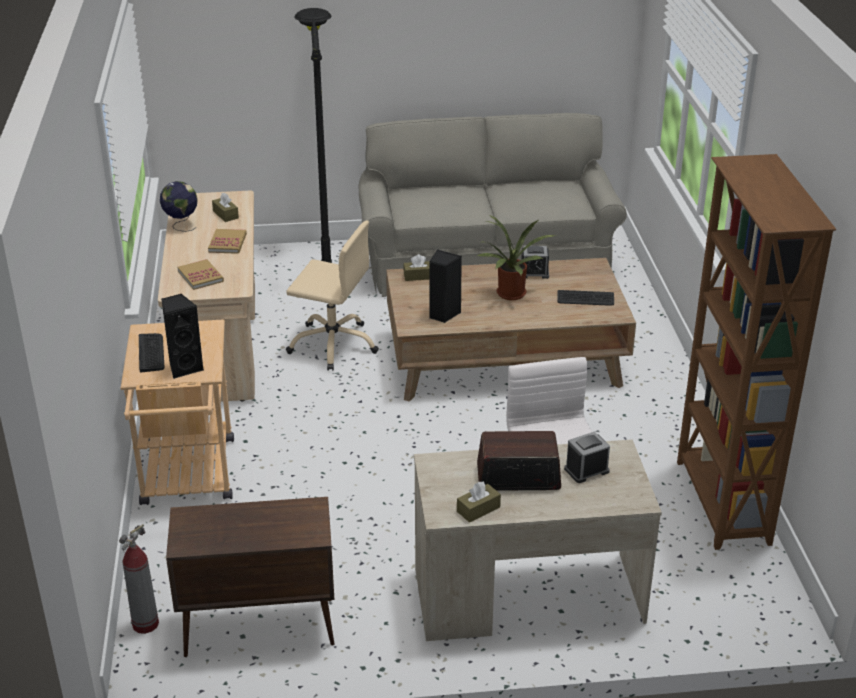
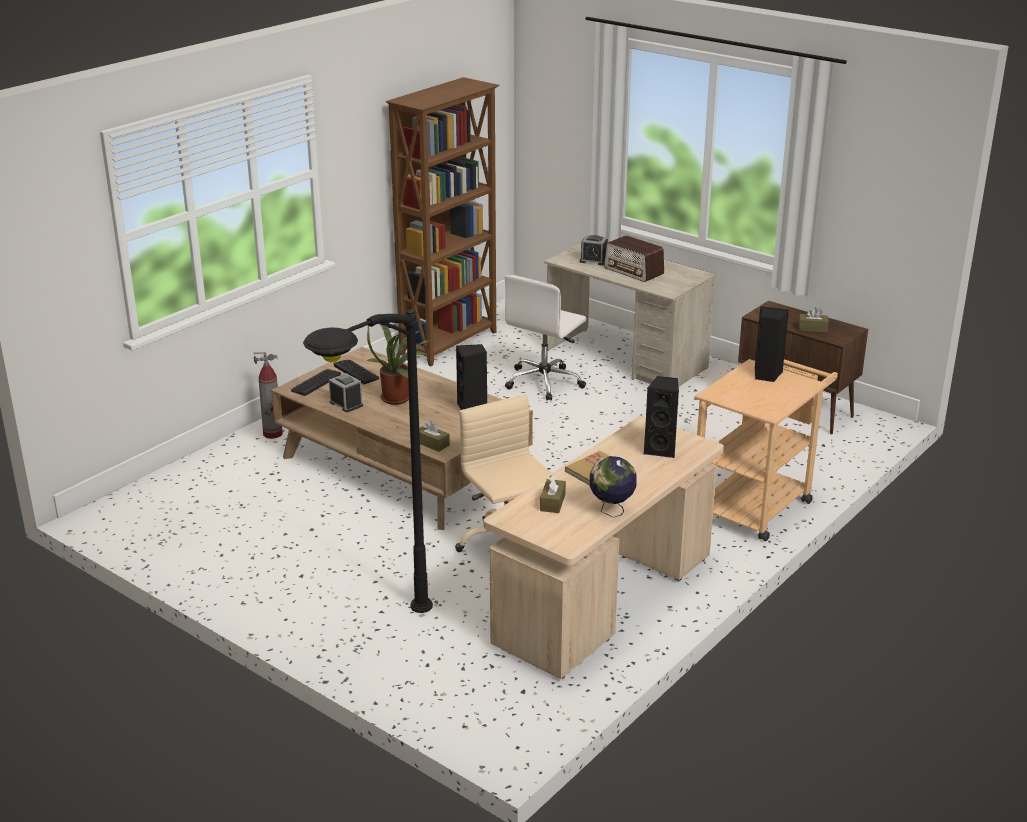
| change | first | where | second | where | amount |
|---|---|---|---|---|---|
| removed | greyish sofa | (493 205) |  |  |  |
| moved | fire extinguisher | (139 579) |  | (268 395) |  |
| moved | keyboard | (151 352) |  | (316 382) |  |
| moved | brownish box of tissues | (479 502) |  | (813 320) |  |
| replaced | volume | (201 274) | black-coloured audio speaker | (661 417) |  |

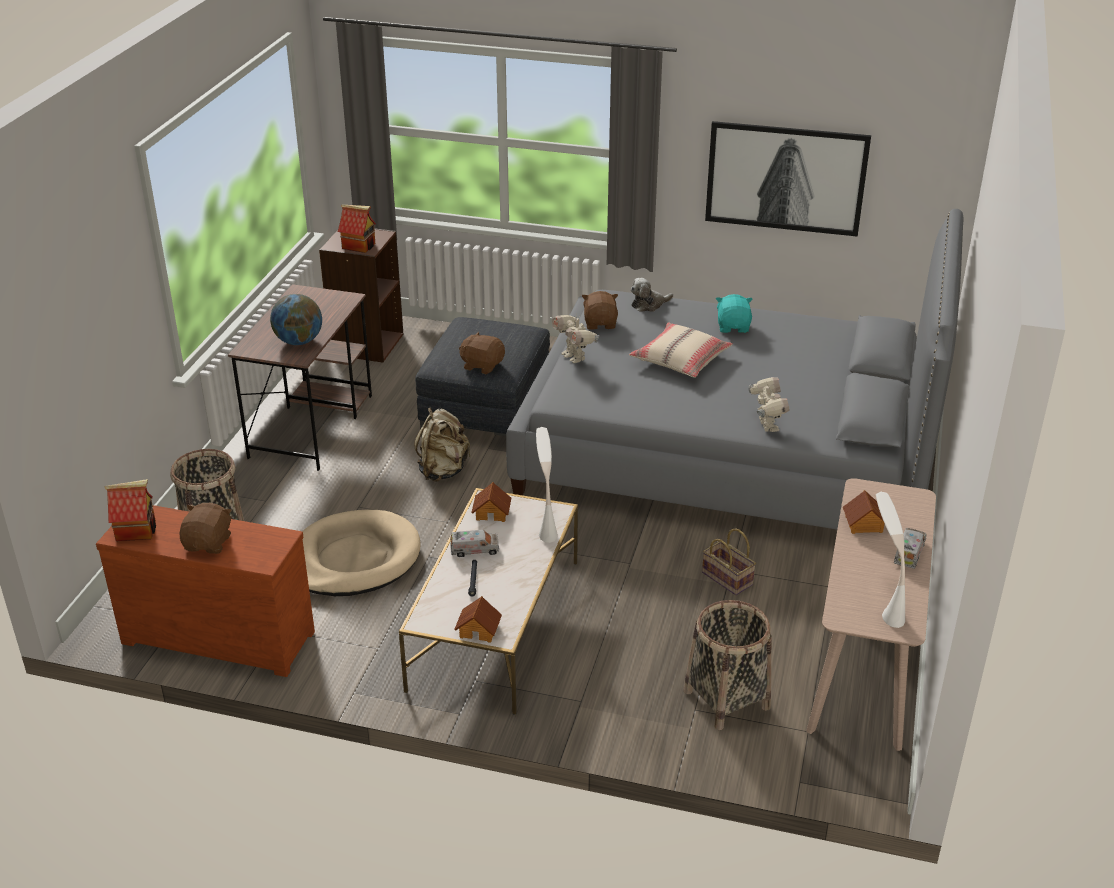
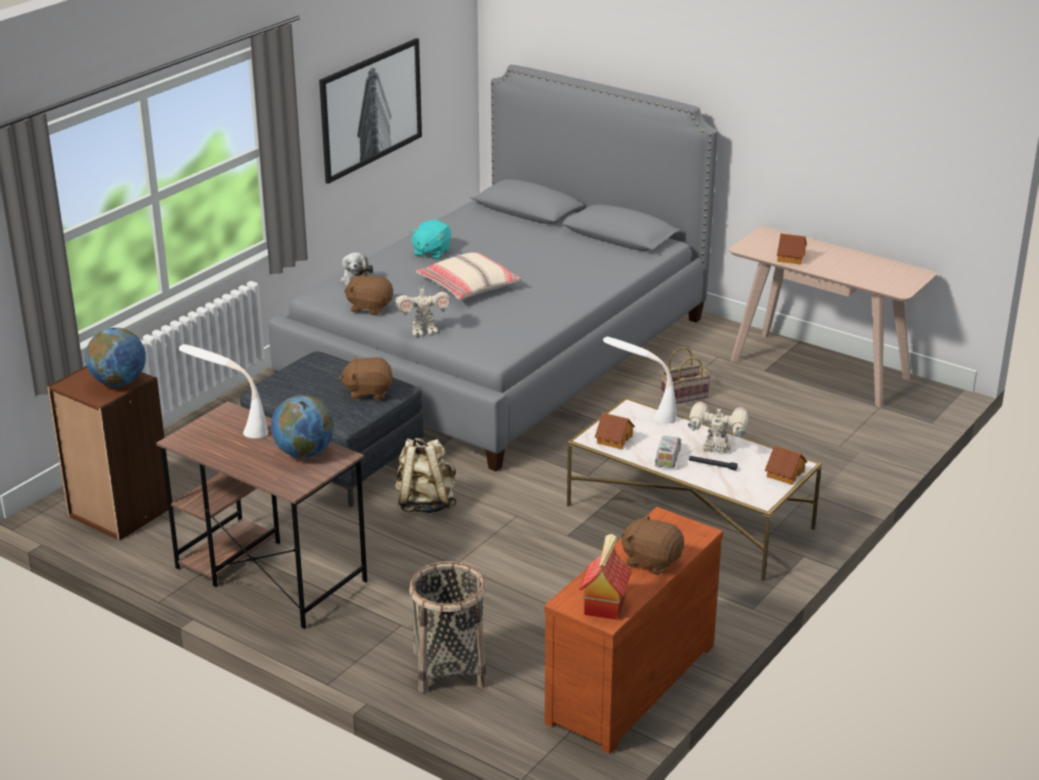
| change | first | where | second | where | amount |
|---|---|---|---|---|---|
| removed | beige-coloured pet bed | (361 553) |  |  |  |
| removed | storage basket | (727 665) |  |  |  |
| removed | toy truck | (910 548) |  |  |  |
| moved | model robot | (769 404) |  | (718 427) |  |
| moved | white-coloured table lamp | (890 560) |  | (223 391) |  |
| replaced | model house | (357 228) | globe | (115 357) |  |
| turned | brownish plush toy | (482 353) |  | (366 378) | 45 degrees clockwise |
| turned | turquoise-coloured plush toy | (734 313) |  | (430 240) | 90 degrees counterclockwise |

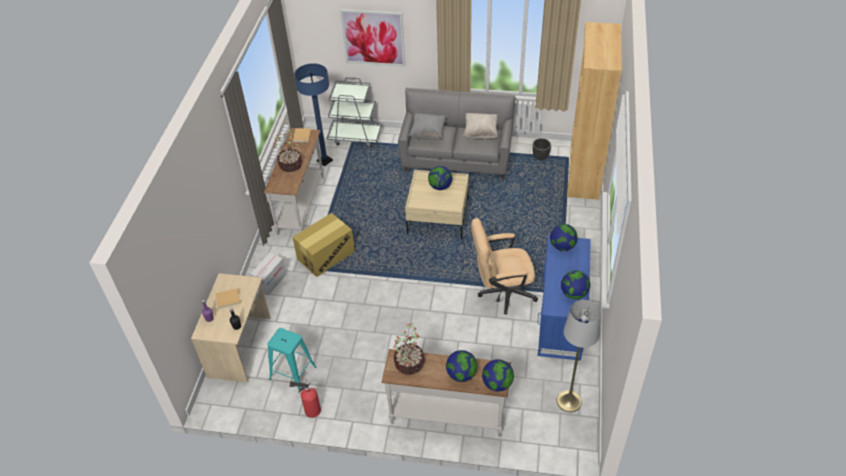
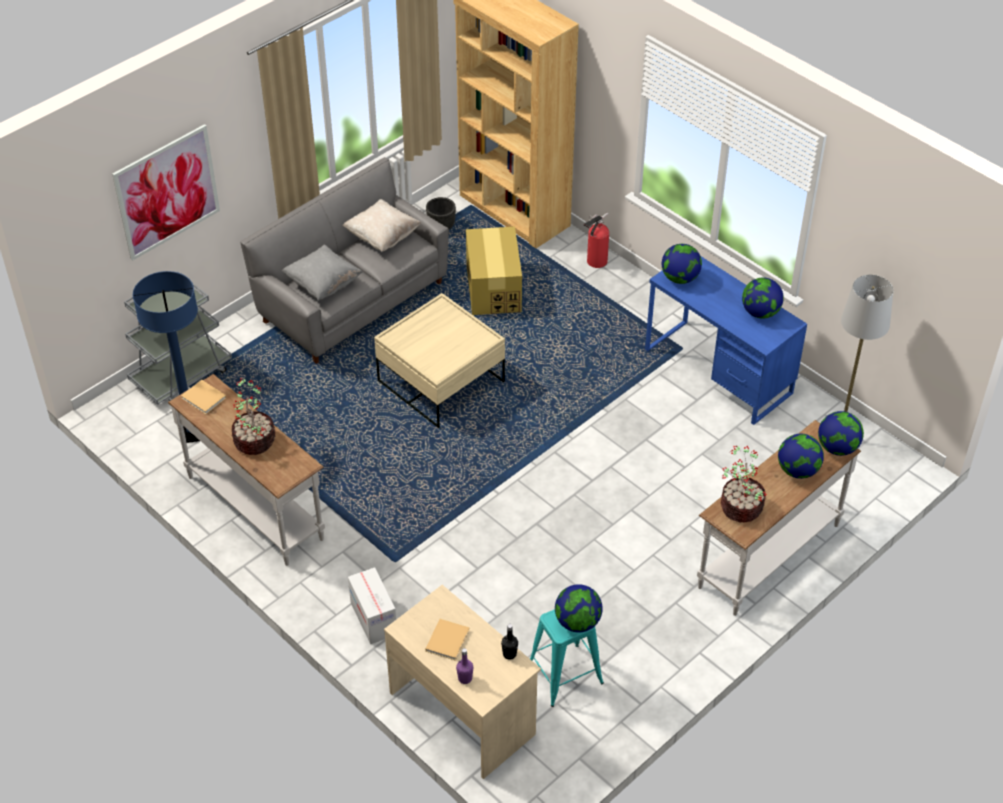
| change | first | where | second | where | amount |
|---|---|---|---|---|---|
| removed | beige-coloured office chair | (504 266) |  |  |  |
| moved | fire extinguisher | (305 399) |  | (596 240) |  |
| moved | carton | (323 245) |  | (494 270) |  |
| moved | globe | (440 178) |  | (579 608) |  |

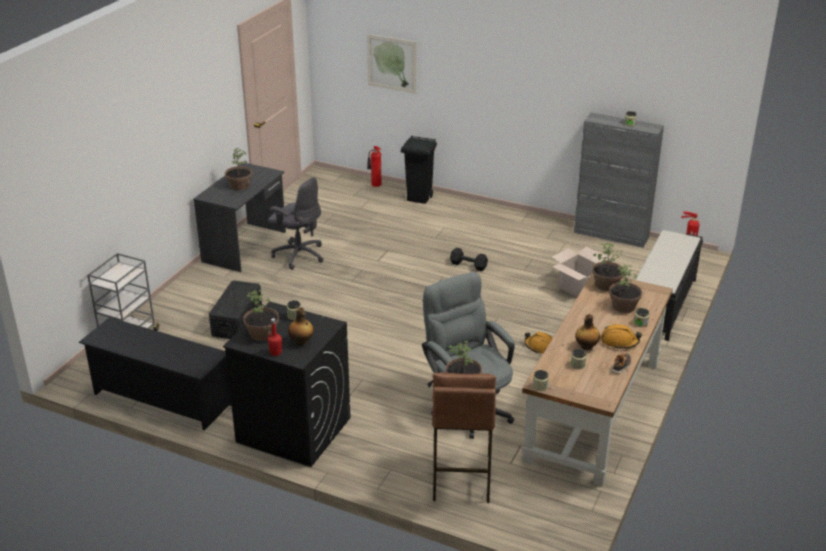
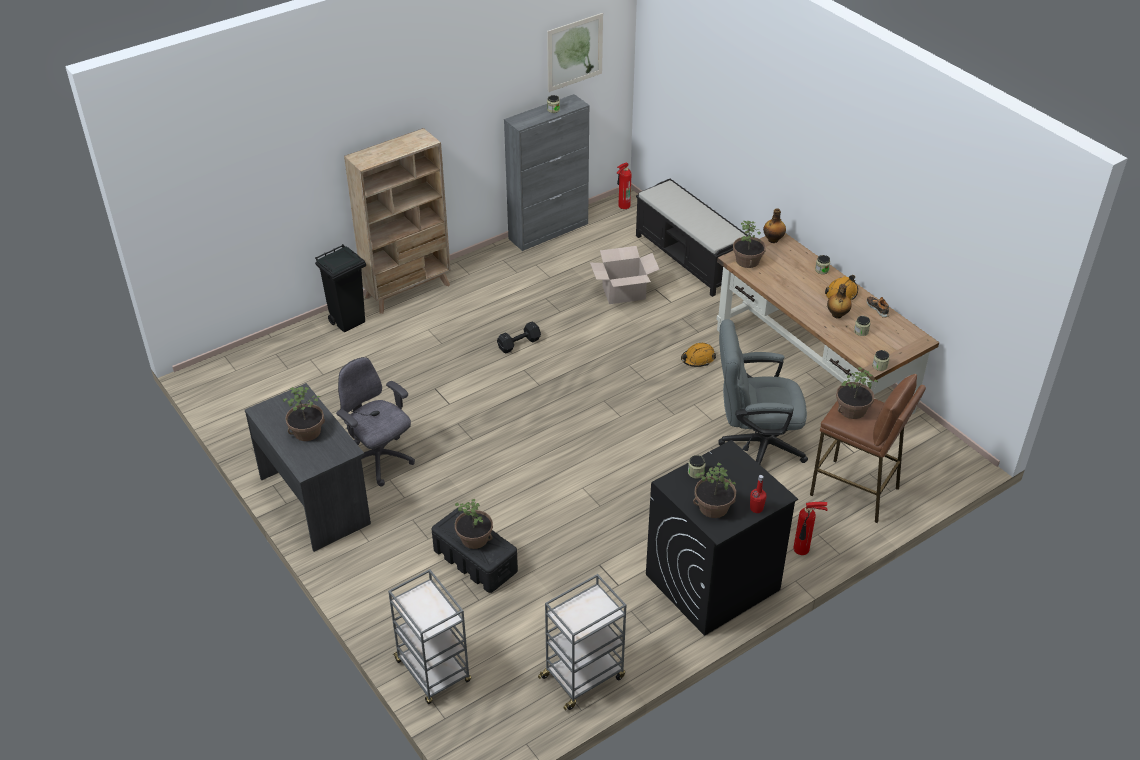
| change | first | where | second | where | amount |
|---|---|---|---|---|---|
| added |  |  | beige-coloured shelving unit | (397 221) |  |
| moved | beverage bottle | (301 326) |  | (774 225) |  |
| moved | picture | (392 64) |  | (575 52) |  |
| moved | fire extinguisher | (374 166) |  | (810 528) |  |
| moved | potted plant | (625 289) |  | (474 524) |  |
| replaced | black-coloured shoe shelf | (155 374) | greyish trolley | (582 642) |  |
| turned | greyish office chair | (295 223) |  | (375 421) | 105 degrees counterclockwise |

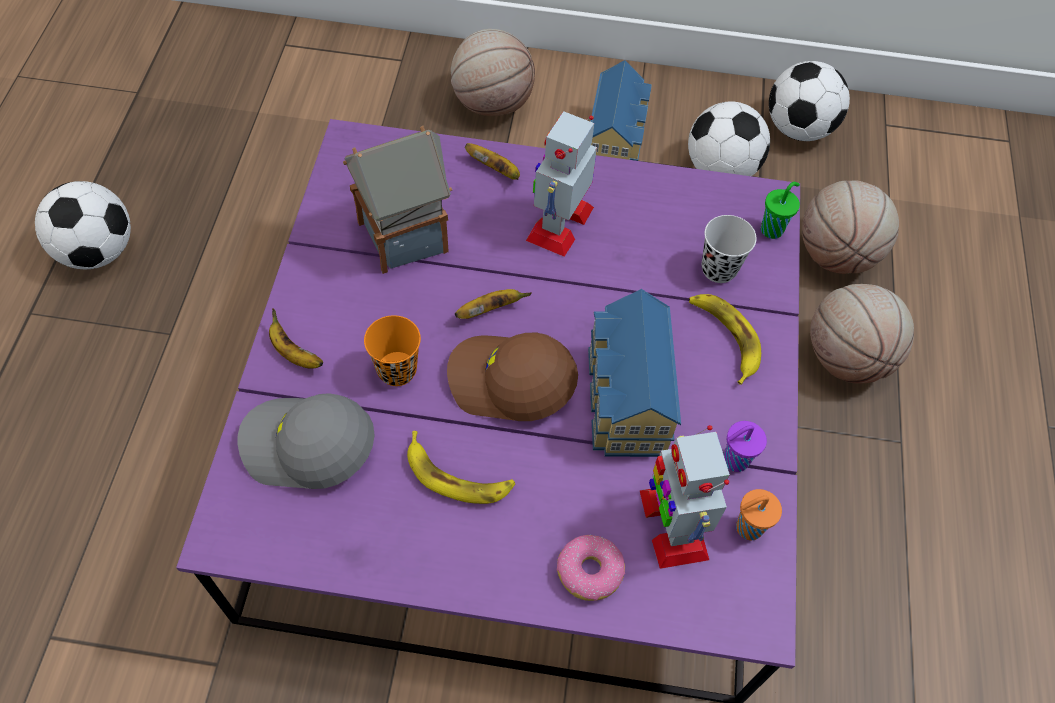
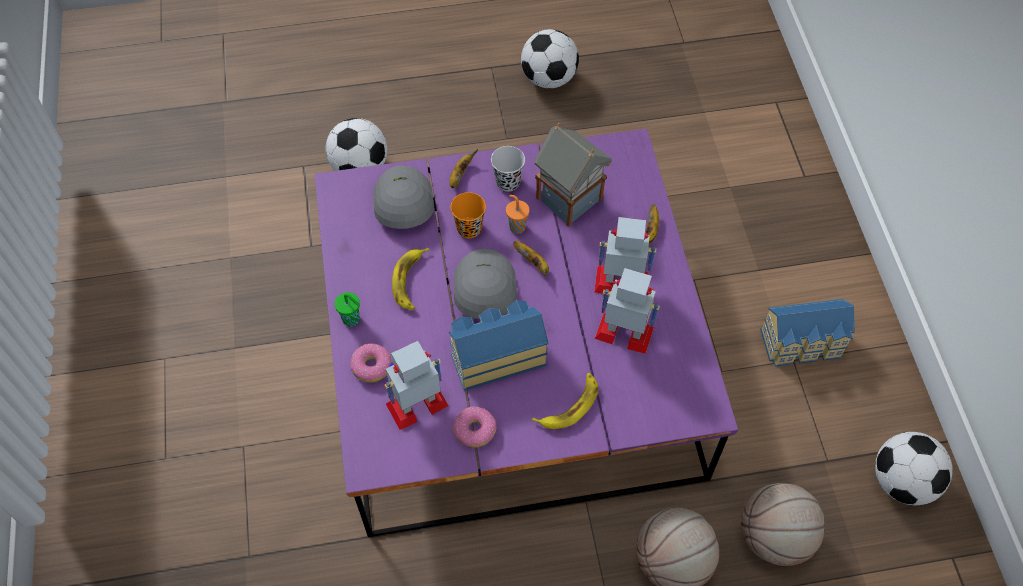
| change | first | where | second | where | amount |
|---|---|---|---|---|---|
| removed | ball for basketball | (493 72) |  |  |  |
| added |  |  | model robot | (627 311) |  |
| moved | football | (729 138) |  | (356 144) |  |
| moved | black-coloured drinking cup | (729 249) |  | (508 169) |  |
| moved | orange-coloured drinking cup | (759 514) |  | (518 214) |  |
| moved | green drinking cup | (780 210) |  | (347 309) |  |
| replaced | purple-coloured drinking cup | (745 446) | ring doughnut | (474 426) |  |
| recoloured | brownish baseball cap | (512 377) | greyish baseball cap | (485 284) |  |

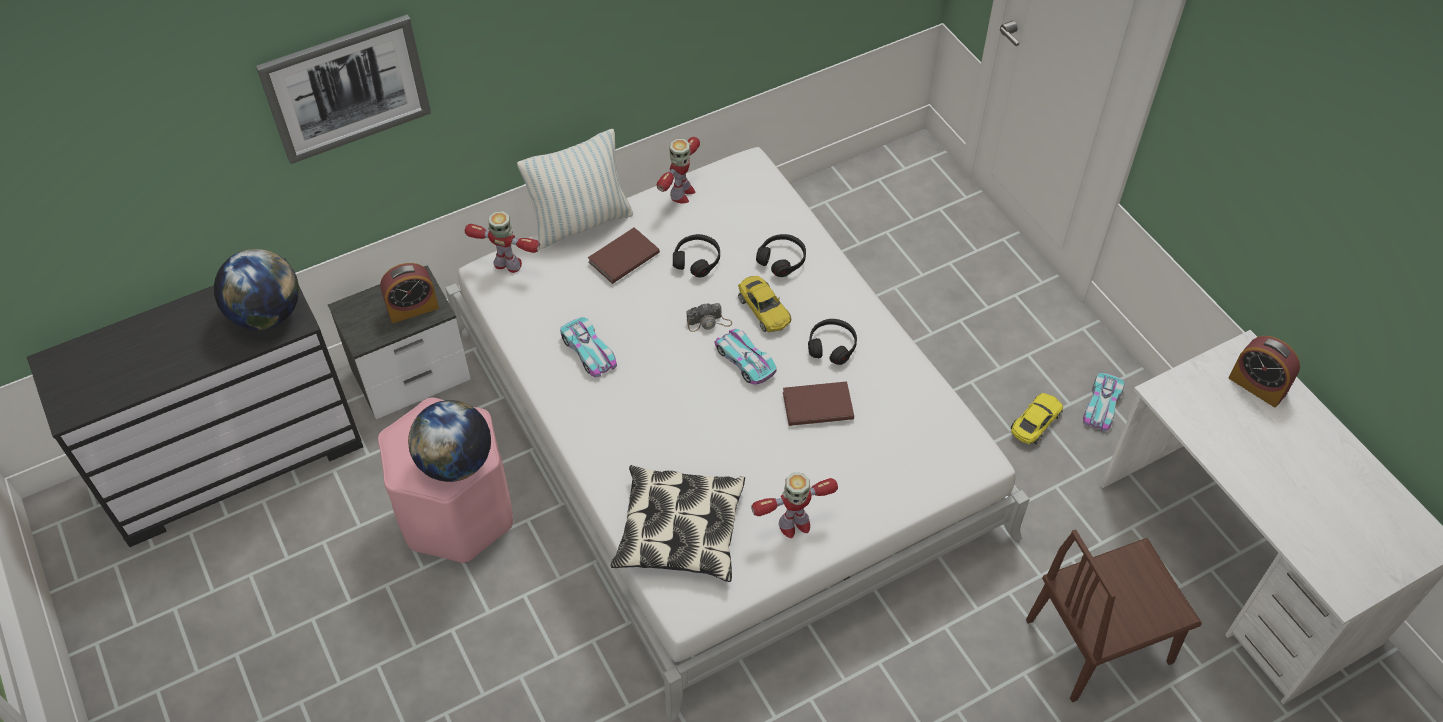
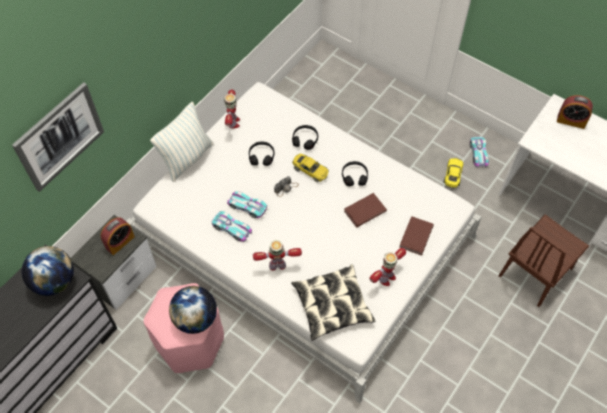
| change | first | where | second | where | amount |
|---|---|---|---|---|---|
| moved | model robot | (502 242) |  | (277 255) |  |
| moved | brownish volume | (624 255) |  | (416 235) |  |
| moved | miniature car | (746 356) |  | (247 204) |  |

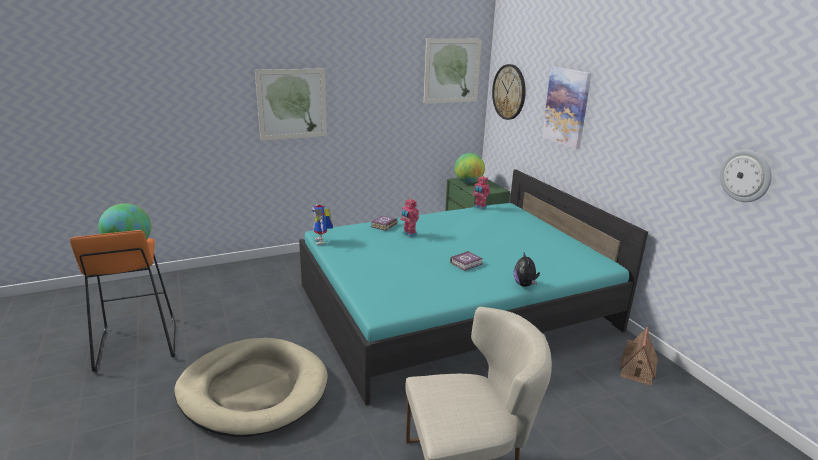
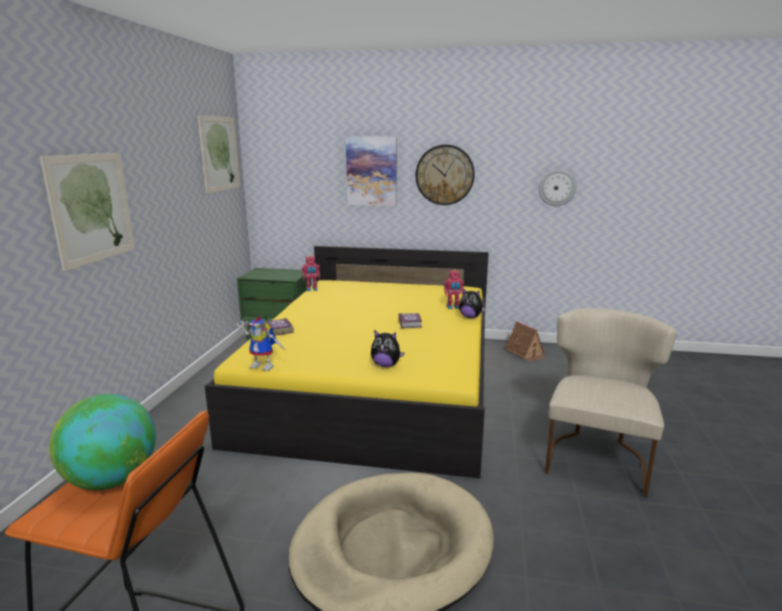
| change | first | where | second | where | amount |
|---|---|---|---|---|---|
| removed | globe | (470 168) |  |  |  |
| added |  |  | plush toy | (388 348) |  |
| moved | model robot | (409 218) |  | (454 289) |  |
| moved | wall clock | (509 92) |  | (445 175) |  |
| recoloured | turquoise-coloured sleeping bed | (473 287) | yellowish sleeping bed | (347 362) |  |

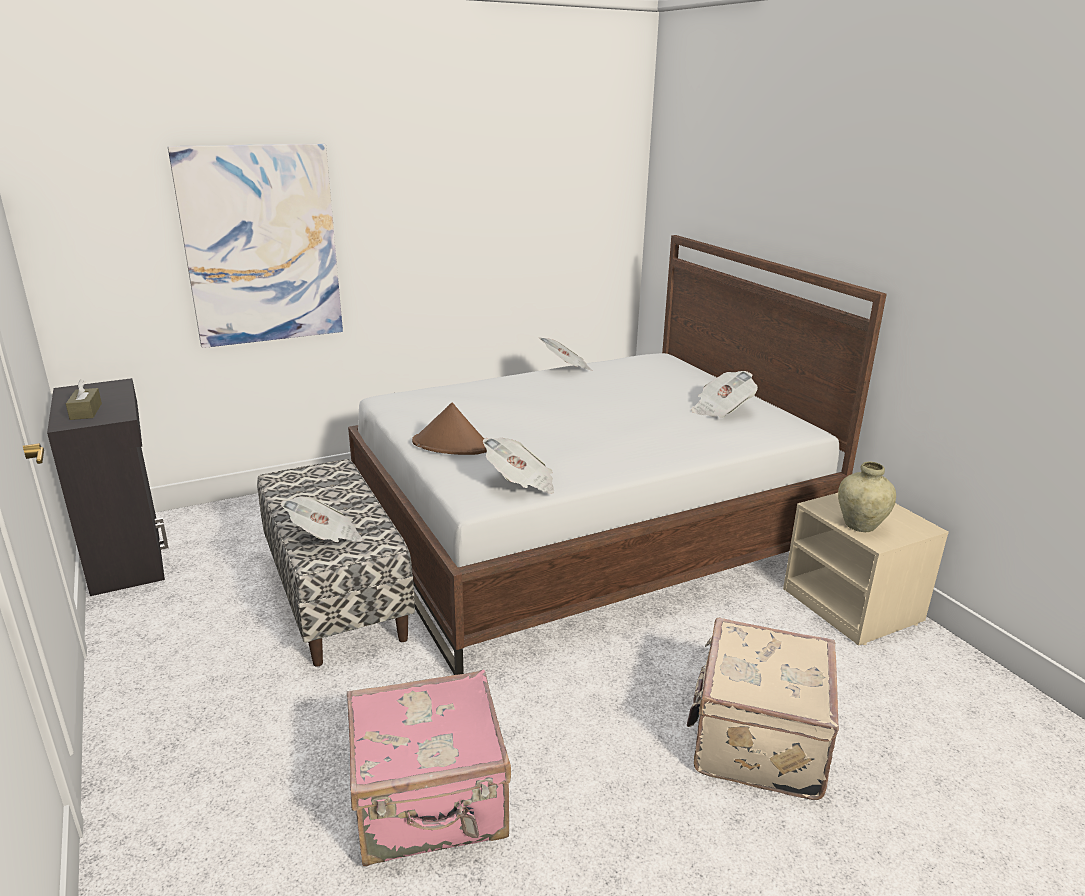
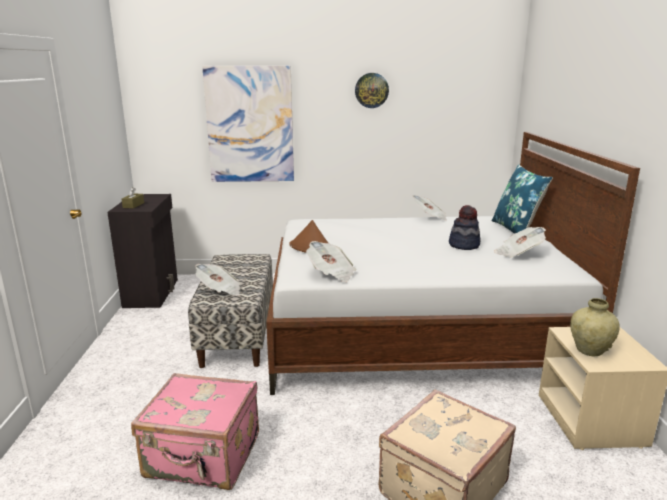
| change | first | where | second | where | amount |
|---|---|---|---|---|---|
| added |  |  | wall clock | (372 90) |  |
| added |  |  | hat | (465 227) |  |
| added |  |  | blue-coloured cushion | (522 199) |  |

